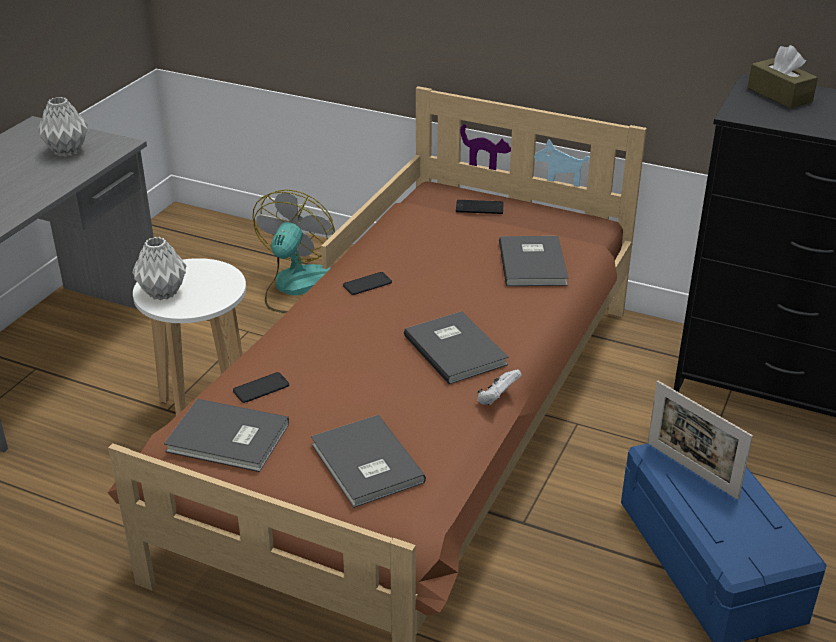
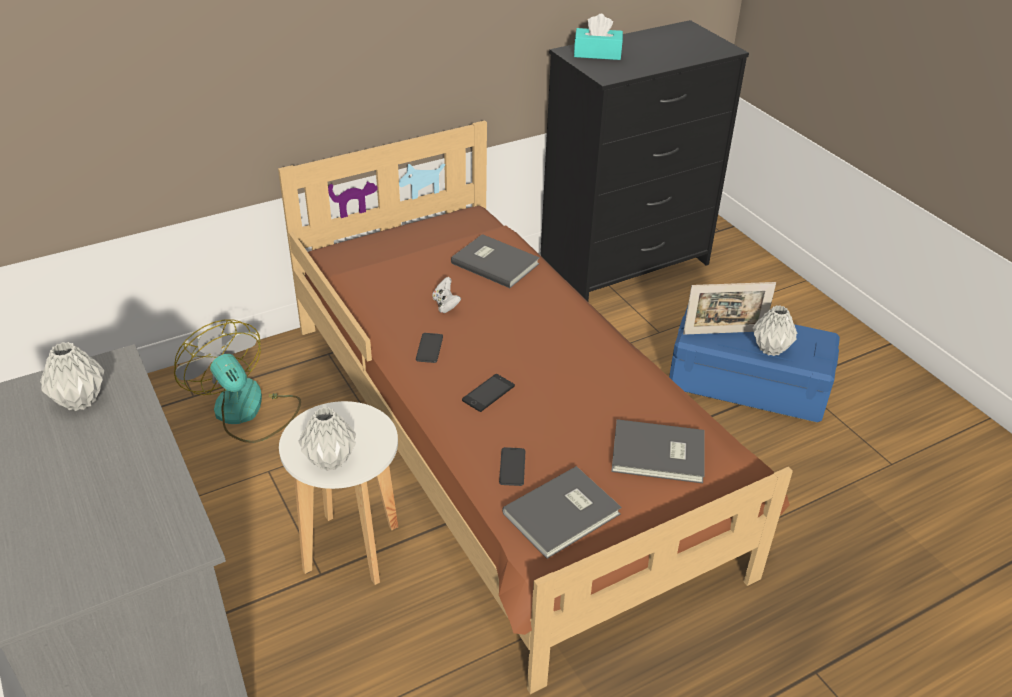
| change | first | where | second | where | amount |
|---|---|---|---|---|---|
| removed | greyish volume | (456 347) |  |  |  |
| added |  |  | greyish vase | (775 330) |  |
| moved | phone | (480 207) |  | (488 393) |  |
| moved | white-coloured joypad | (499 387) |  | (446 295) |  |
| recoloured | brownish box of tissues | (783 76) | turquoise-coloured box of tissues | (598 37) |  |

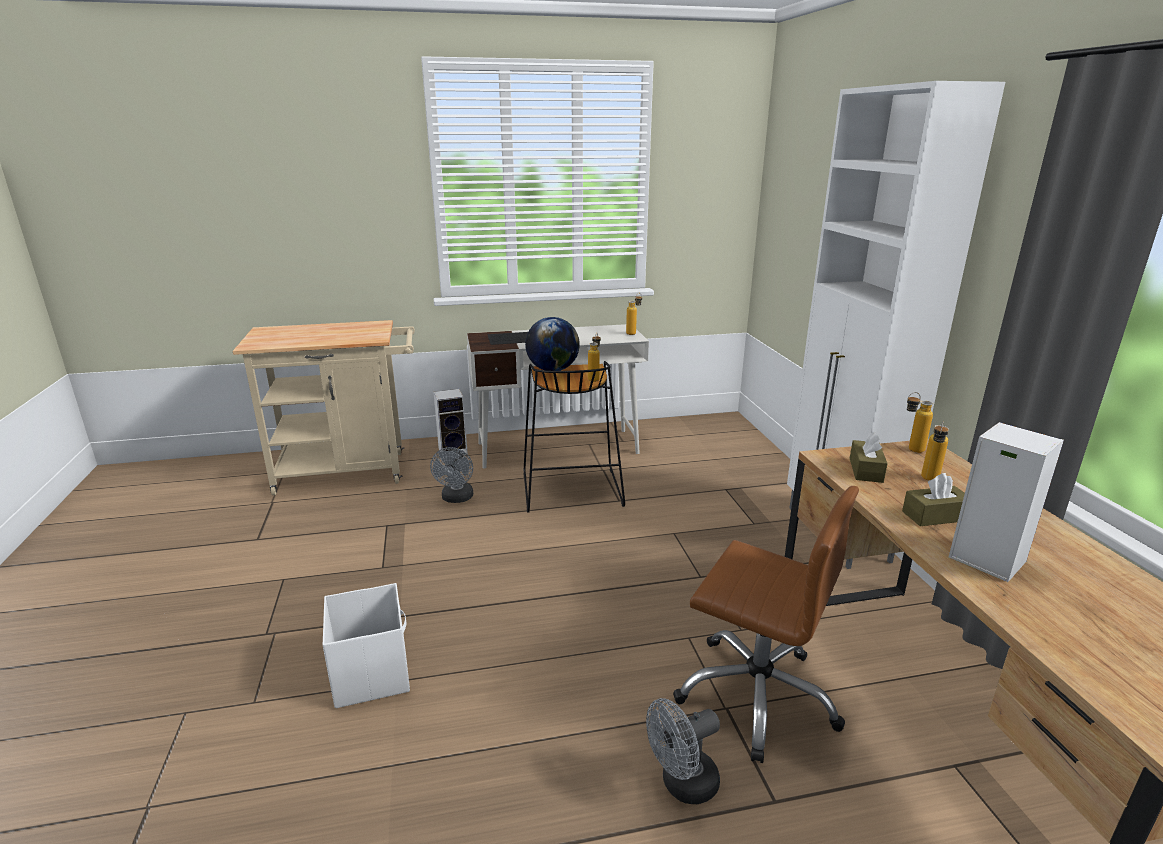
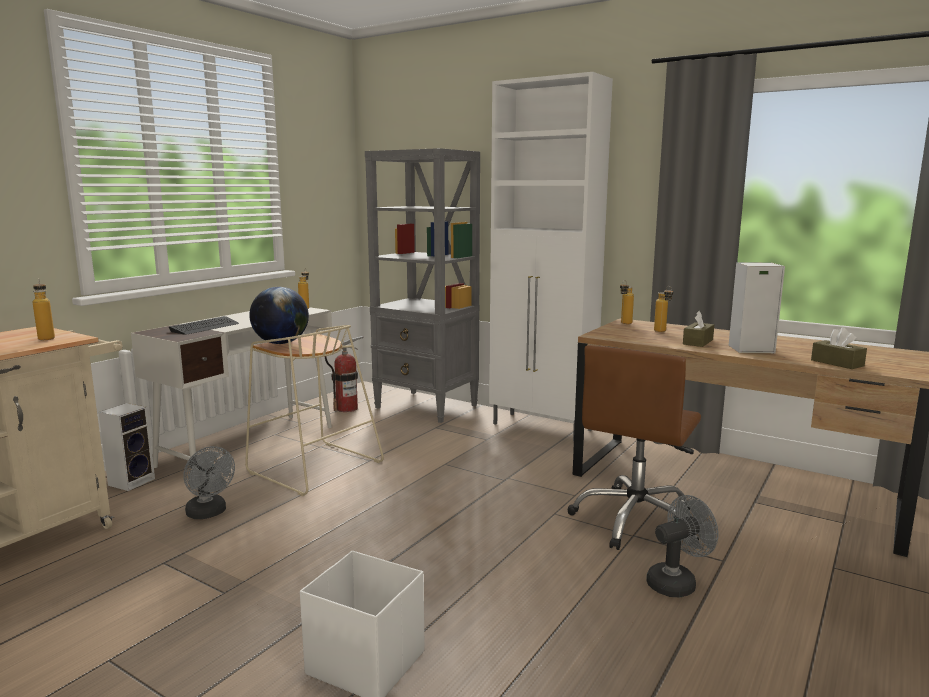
| change | first | where | second | where | amount |
|---|---|---|---|---|---|
| added |  |  | fire extinguisher | (344 374) |  |
| added |  |  | greyish shelving unit | (422 285) |  |
| moved | beverage bottle | (594 357) |  | (44 309) |  |
| moved | brownish box of tissues | (869 457) |  | (839 348) |  |
| recoloured | black-coloured stool | (574 437) | beige-coloured stool | (314 410) |  |
| turned | greyish electric fan | (683 751) |  | (682 546) | 135 degrees counterclockwise |
| turned | brownish office chair | (766 624) |  | (634 447) | 135 degrees clockwise |

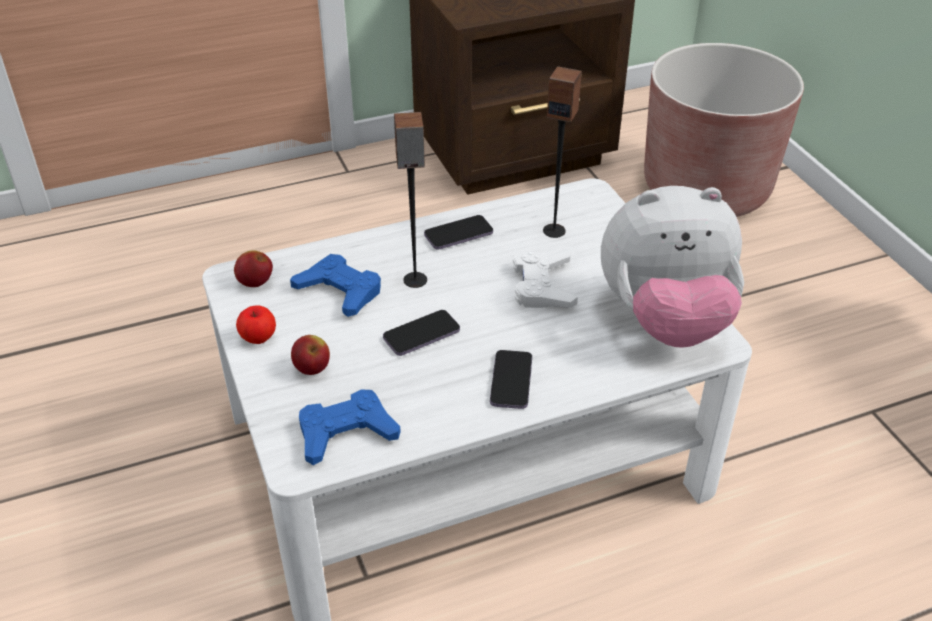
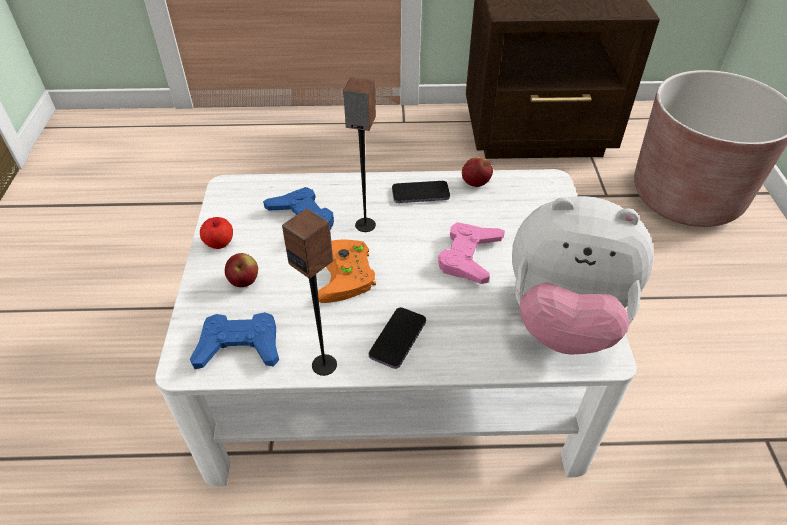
| change | first | where | second | where | amount |
|---|---|---|---|---|---|
| moved | apple | (253 268) |  | (477 172) |  |
| moved | audio speaker | (562 152) |  | (309 292) |  |
| replaced | phone | (421 333) | orange-coloured joypad | (347 271) |  |
| recoloured | white-coloured joypad | (545 278) | pinkish joypad | (471 253) |  |

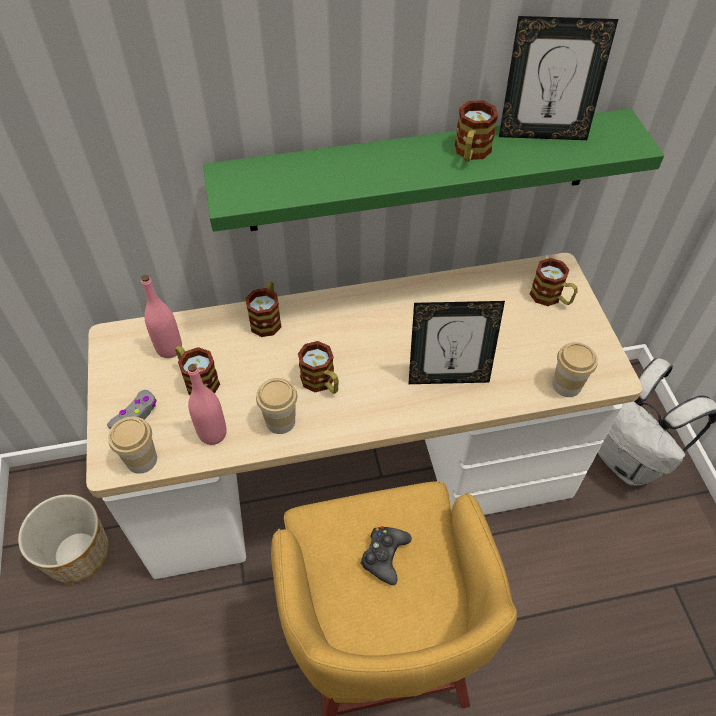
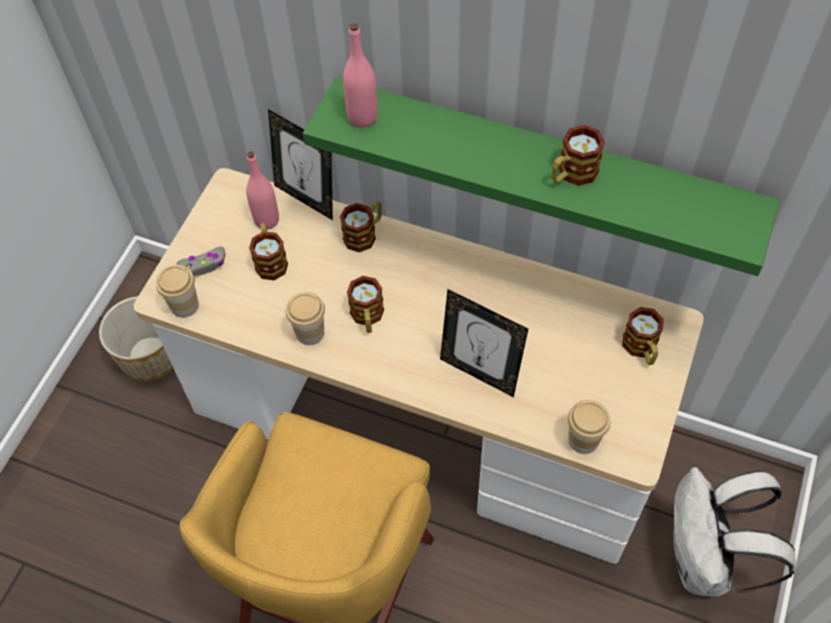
| change | first | where | second | where | amount |
|---|---|---|---|---|---|
| removed | black-coloured joypad | (386 555) |  |  |  |
| moved | pinkish beverage bottle | (207 404) |  | (360 75) |  |
| moved | photo frame | (558 78) |  | (300 164) |  |

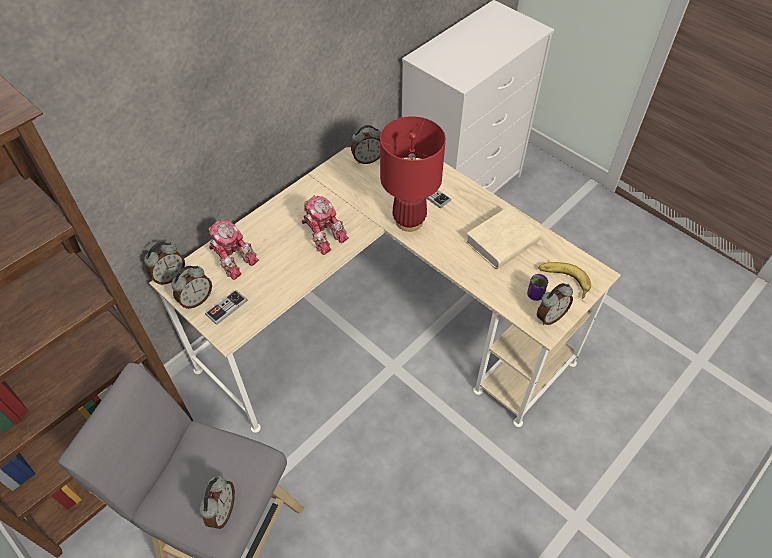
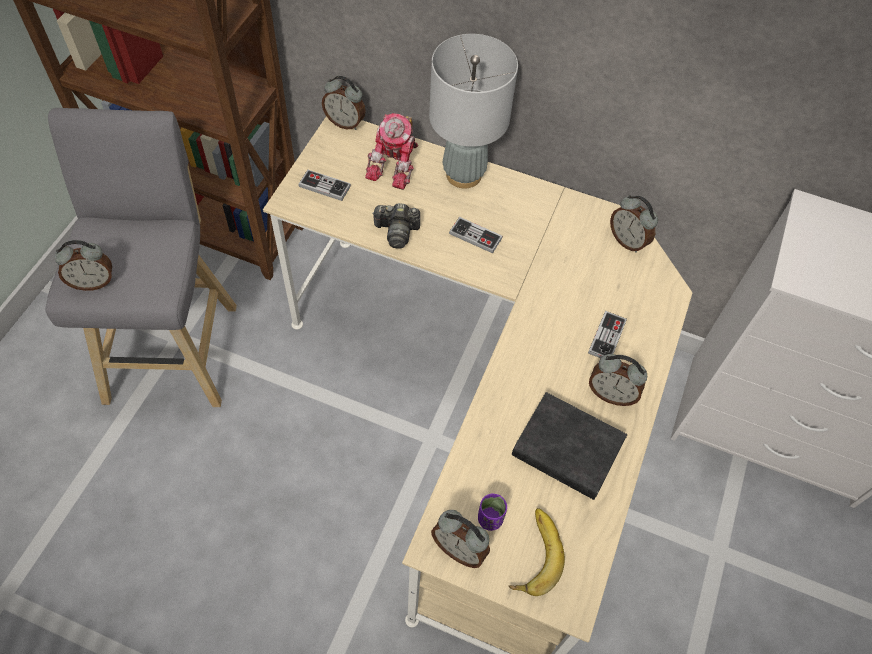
| change | first | where | second | where | amount |
|---|---|---|---|---|---|
| removed | red table lamp | (413 174) |  |  |  |
| added |  |  | still camera | (396 226) |  |
| added |  |  | greyish table lamp | (473 111) |  |
| moved | table clock | (191 287) |  | (618 380) |  |
| replaced | model robot | (325 225) | joypad | (476 235) |  |
| recoloured | beige-coloured volume | (503 237) | black-coloured volume | (569 446) |  |

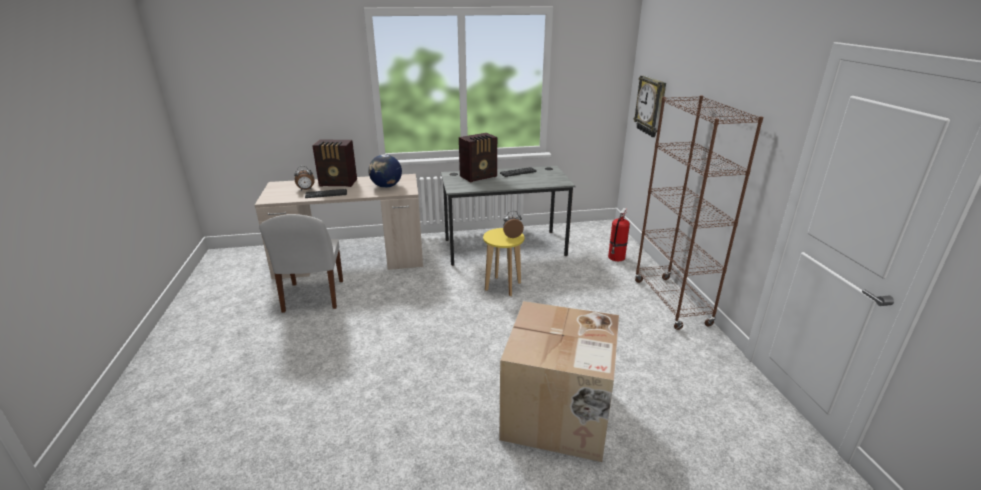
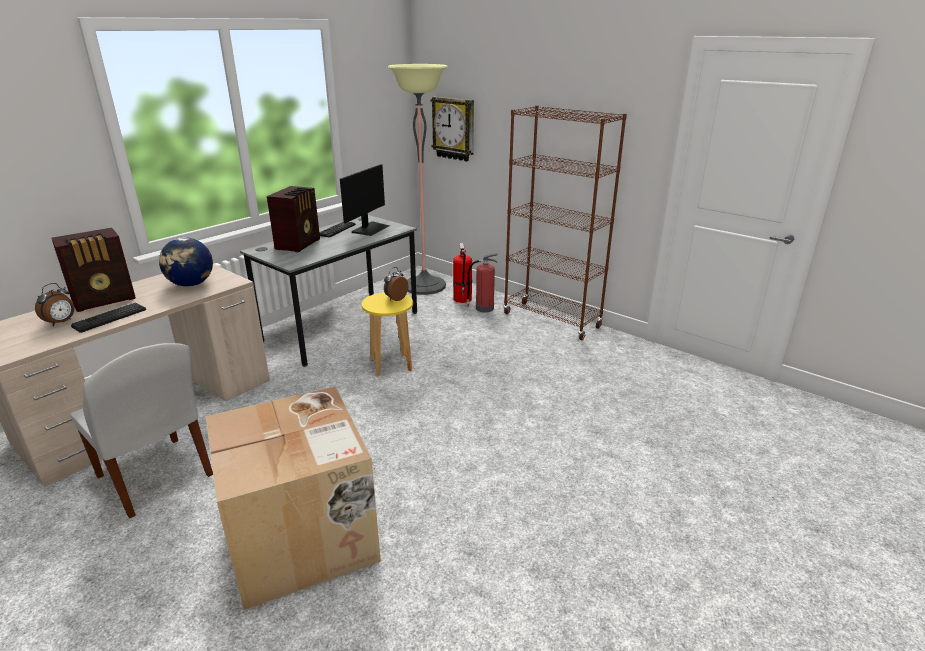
| change | first | where | second | where | amount |
|---|---|---|---|---|---|
| added |  |  | computer screen | (365 200) |  |
| added |  |  | floor lamp | (418 179) |  |
| added |  |  | fire extinguisher | (481 282) |  |
| moved | carton | (559 381) |  | (293 498) |  |

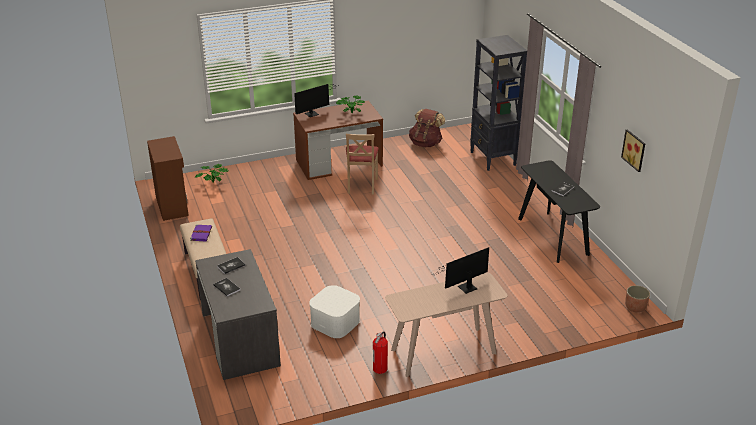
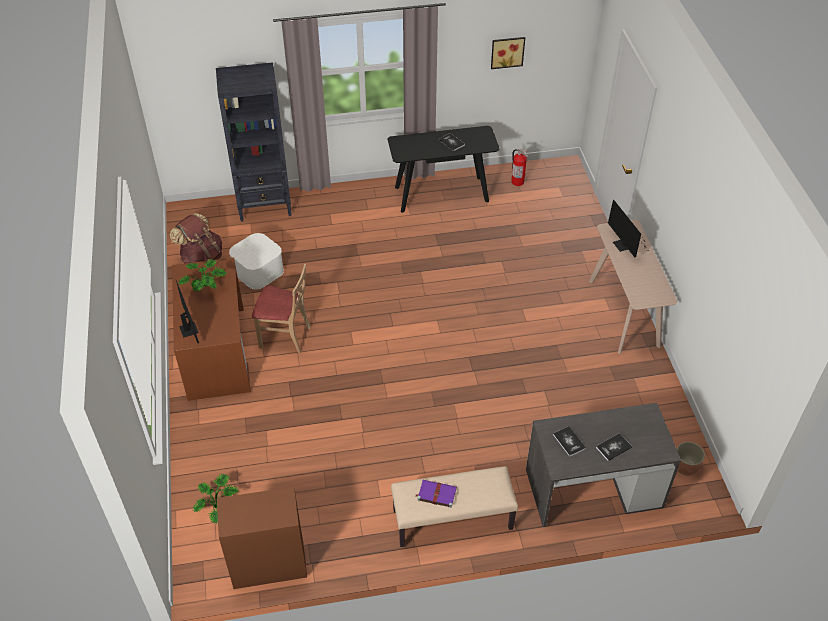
| change | first | where | second | where | amount |
|---|---|---|---|---|---|
| moved | white-coloured storage box | (334 311) |  | (256 261) |  |
| moved | fire extinguisher | (380 352) |  | (519 167) |  |
| moved | plant pot | (637 299) |  | (691 459) |  |

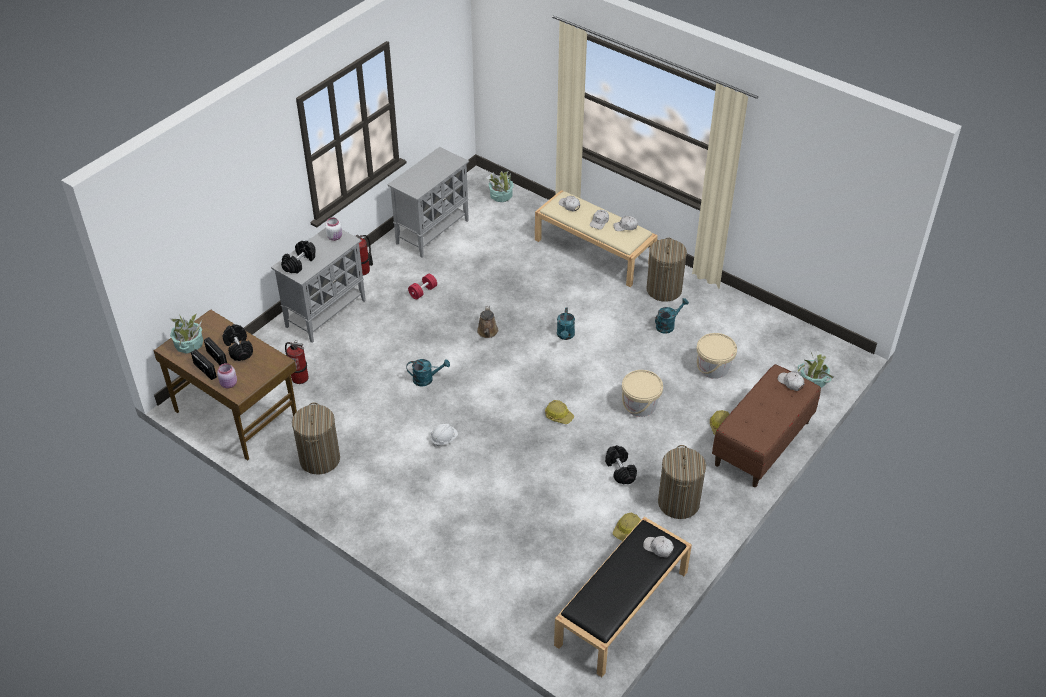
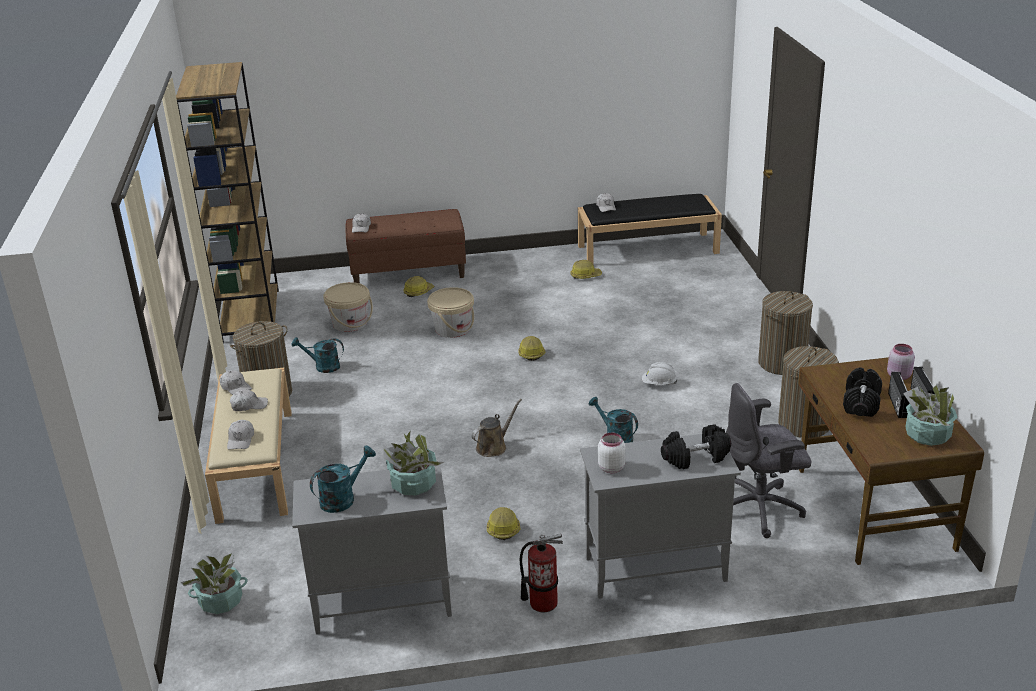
| change | first | where | second | where | amount |
|---|---|---|---|---|---|
| removed | black-coloured hand weight | (621 464) |  |  |  |
| added |  |  | brownish shelving unit | (227 202) |  |
| moved | turquoise-coloured sprinkling can | (566 324) |  | (343 479) |  |
| moved | hamper | (682 482) |  | (785 333) |  |
| moved | potted plant | (815 369) |  | (414 462) |  |
| replaced | fire extinguisher | (296 362) | greyish office chair | (768 460) |  |
| replaced | red hand weight | (422 286) | work helmet | (503 523) |  |

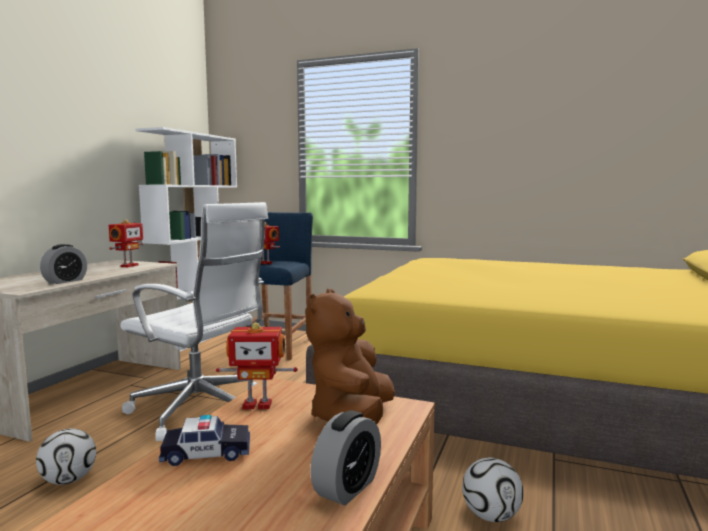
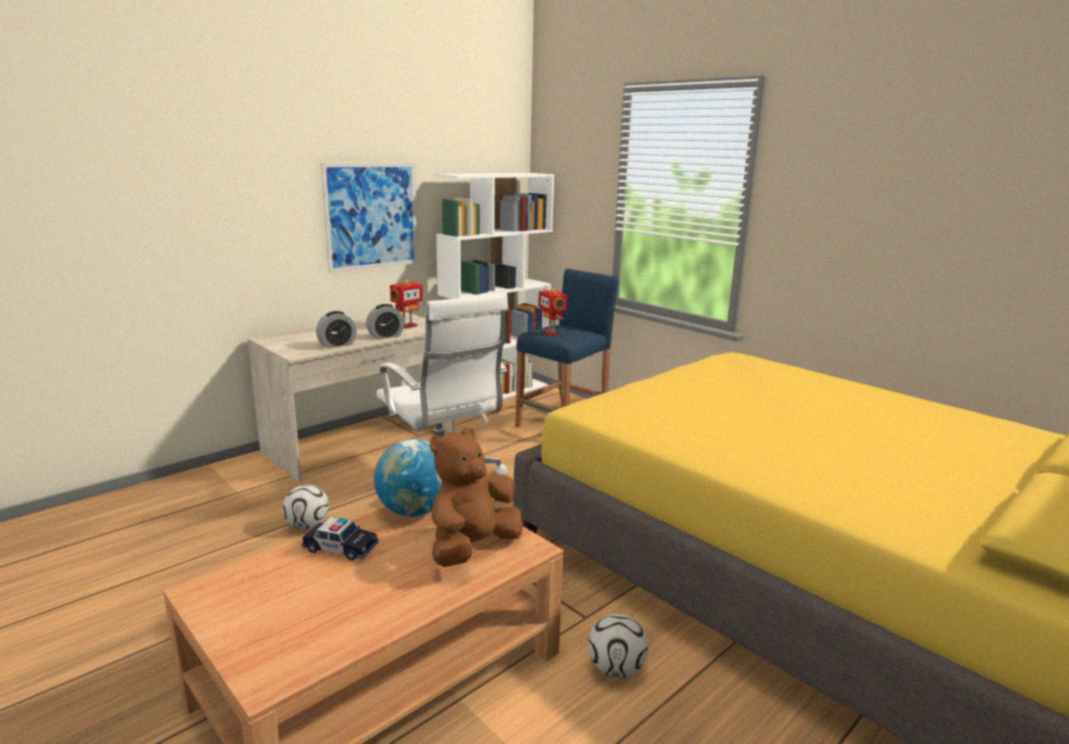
| change | first | where | second | where | amount |
|---|---|---|---|---|---|
| added |  |  | picture | (369 218) |  |
| moved | table clock | (345 458) |  | (385 321) |  |
| replaced | model robot | (257 365) | globe | (408 478) |  |

